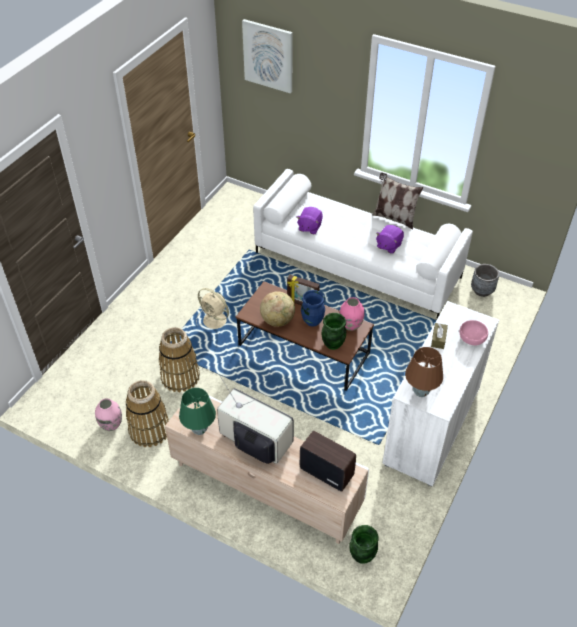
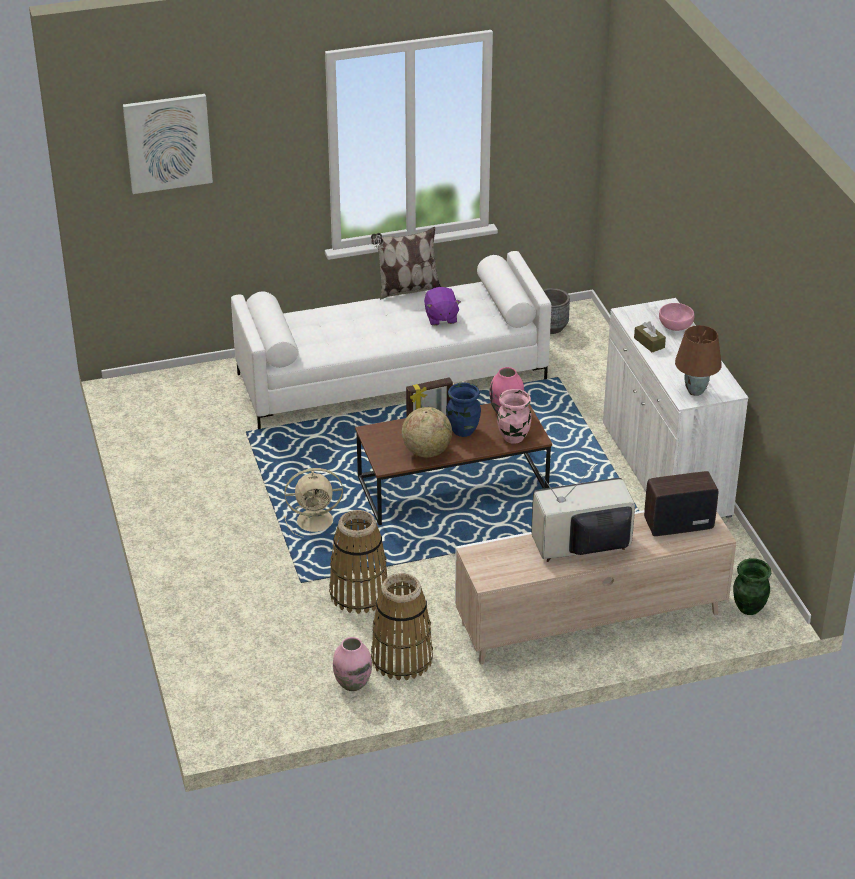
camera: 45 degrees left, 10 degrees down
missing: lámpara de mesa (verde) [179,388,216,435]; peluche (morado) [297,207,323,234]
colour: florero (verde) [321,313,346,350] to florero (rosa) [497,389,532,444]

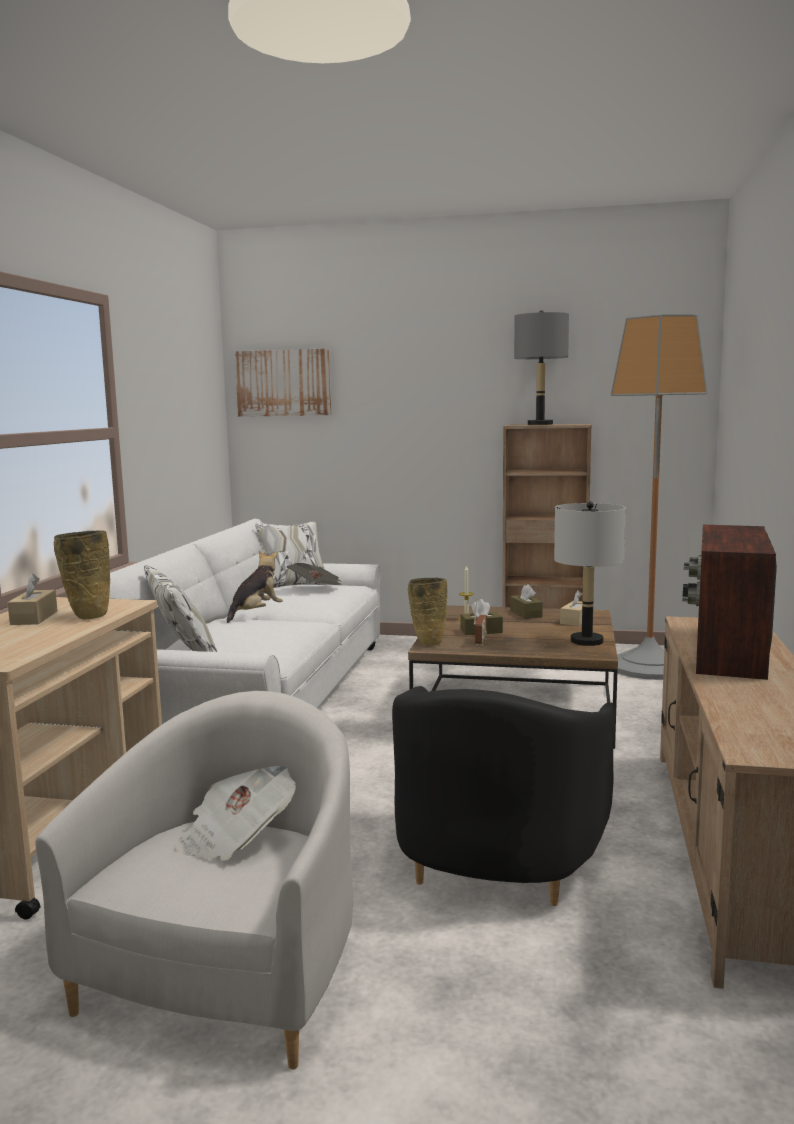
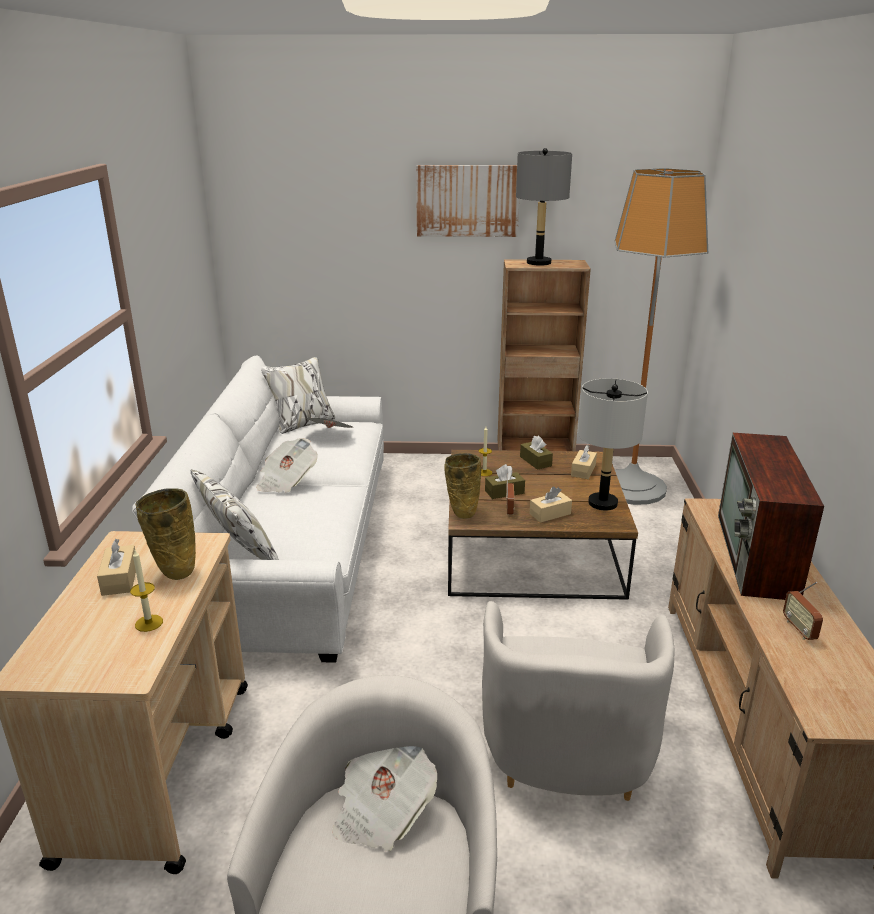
camera: 10 degrees left, 15 degrees up
appeared: vela [130,550,163,632]; caja de pañuelos (beis) [530,486,572,523]; radio [783,582,823,640]
relocated: cuadro [235,348,331,417] to [416,165,519,237]
exchanged: peluche [227,551,283,623] to periódico [256,438,318,492]
colour: sillón (negro) [392,686,616,906] to sillón (blanco) [482,601,675,801]

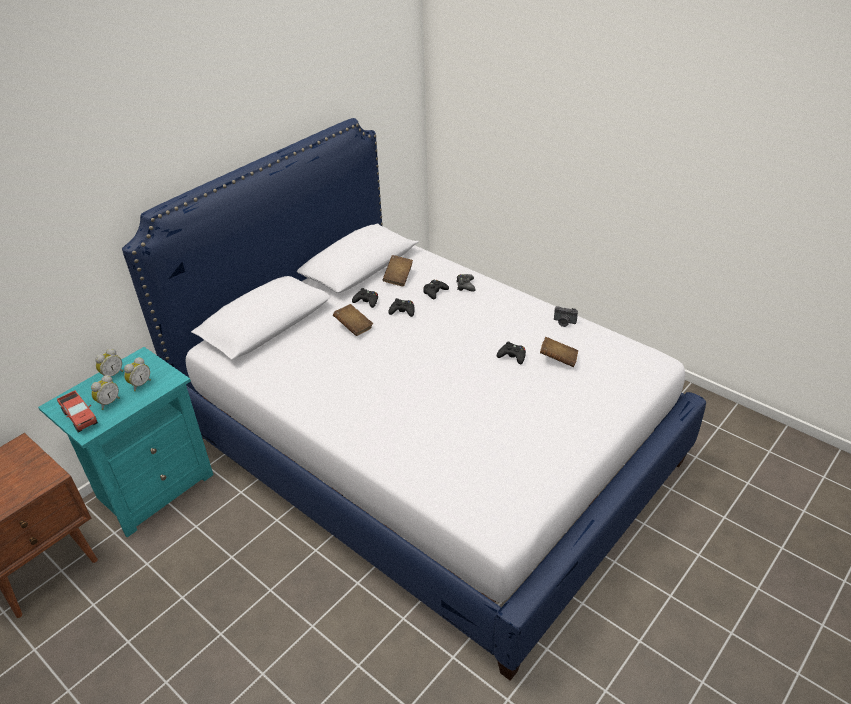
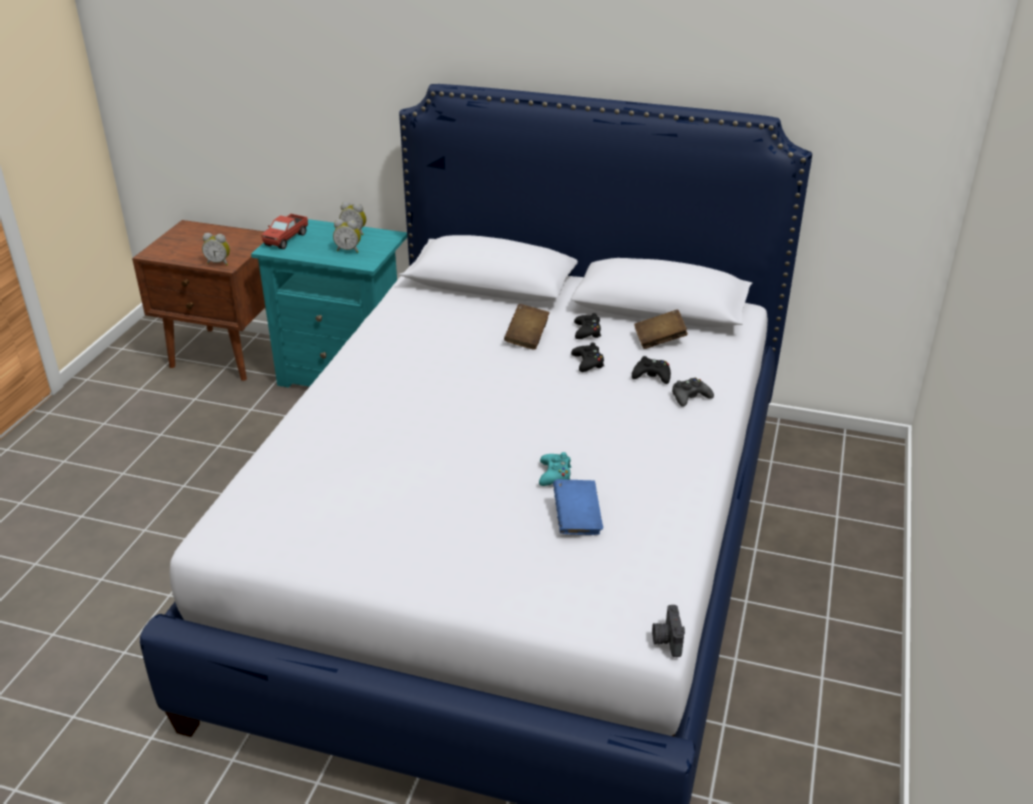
camera: 65 degrees right, 5 degrees down
relocated: despertador [91,375,120,410] to [202,233,230,265]; cámara [554,306,578,327] to [652,605,685,657]
colour: mando de consola (negro) [497,341,526,364] to mando de consola (turquesa) [539,452,571,486]; libro (marrón) [540,337,578,367] to libro (azul) [553,479,603,535]

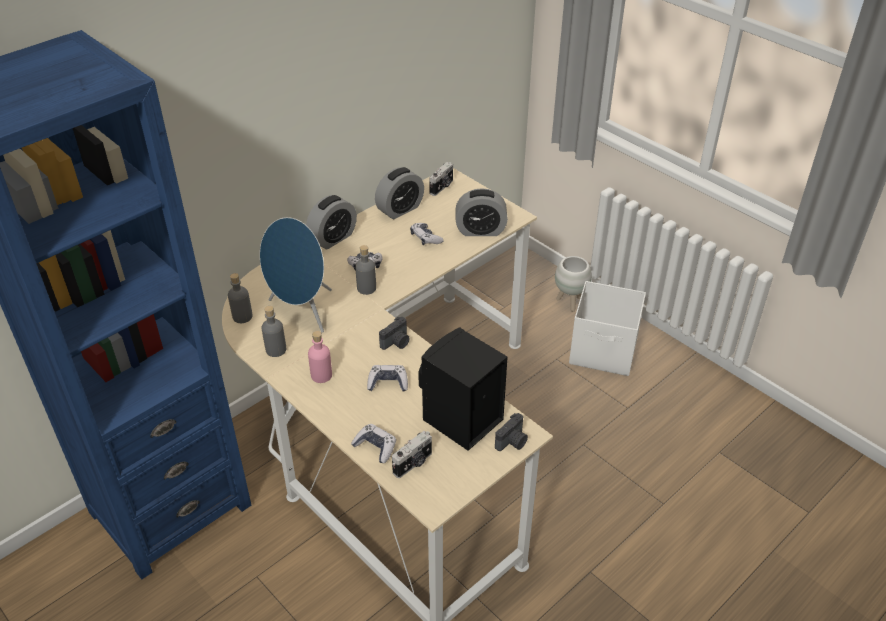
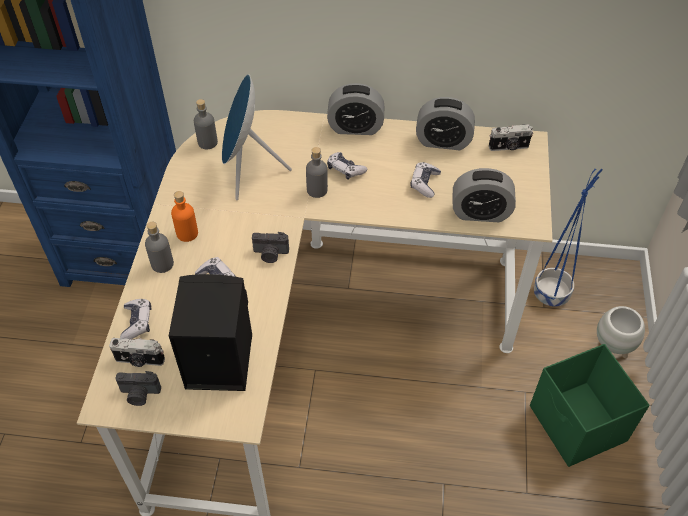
camera: 50 degrees right, 10 degrees up
appeared: maceta (azul) [534,169,603,307]
relocated: botella (gris) [261,306,286,357] to [145,222,174,273]; cámara [495,413,528,451] to [115,371,161,406]
colour: botella (rosa) [308,331,332,383] to botella (naranja) [171,191,198,242]; caja de almacenaje (blanco) [569,281,646,376] to caja de almacenaje (verde) [530,344,649,467]
spun: despertador [455,188,508,236] = [453,168,516,222] 45 degrees counterclockwise

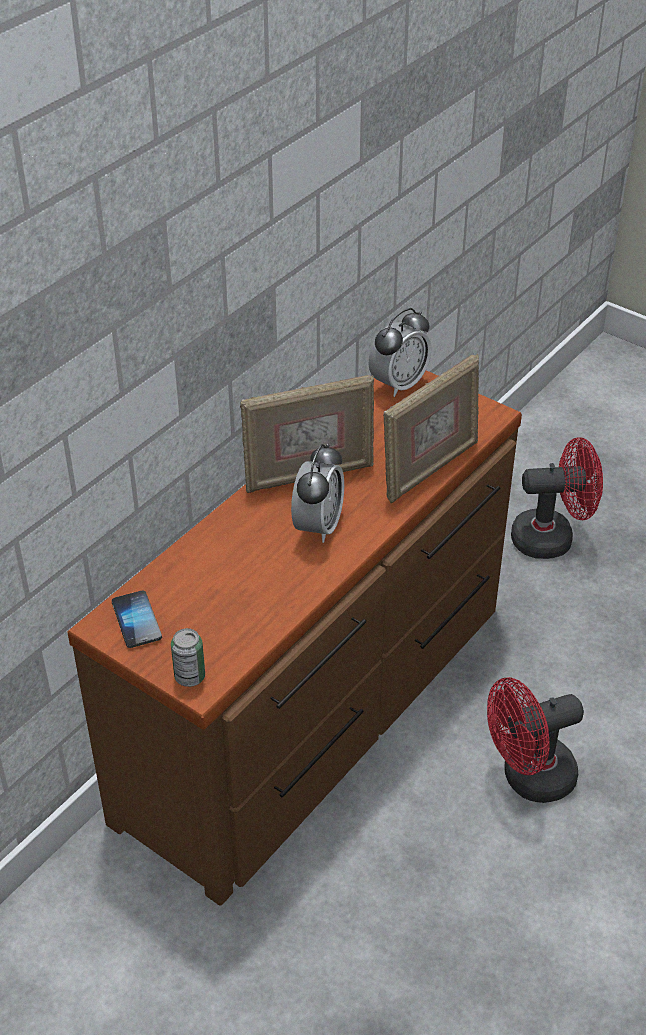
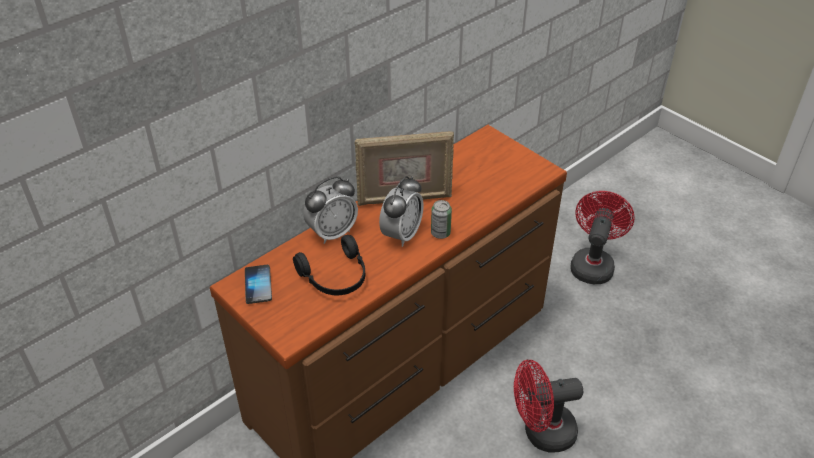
camera: 10 degrees right, 0 degrees up
missing: portarretratos [383,354,479,503]
appeared: auriculares (negro) [293,235,365,295]
relocated: lata [171,628,205,687] to [431,200,452,239]; despertador [369,308,432,397] to [303,176,358,244]
spun: ventilador (rojo) [511,437,603,559] = [570,191,635,284] 75 degrees counterclockwise

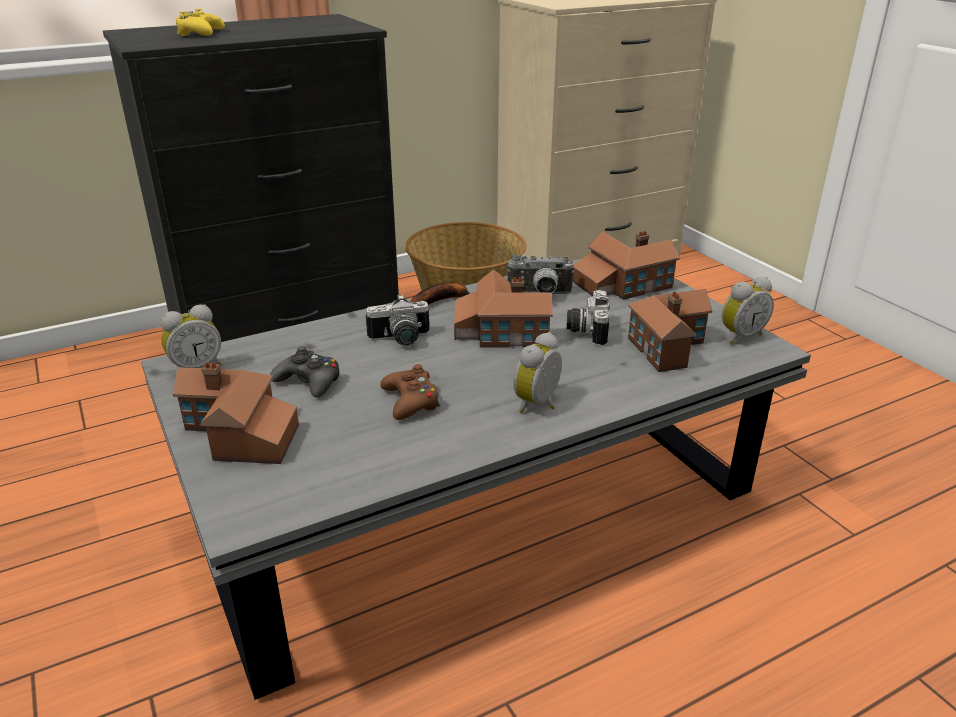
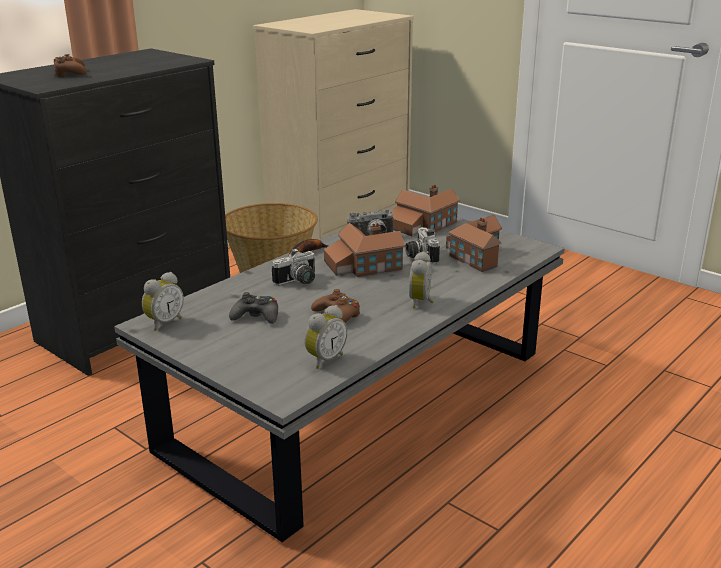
camera: 20 degrees left, 5 degrees down
missing: casita [173,362,299,464]
relocated: despertador [722,277,774,345] to [304,305,347,369]
colour: mando de consola (amarillo) [176,9,225,36] to mando de consola (marrón) [54,54,87,77]

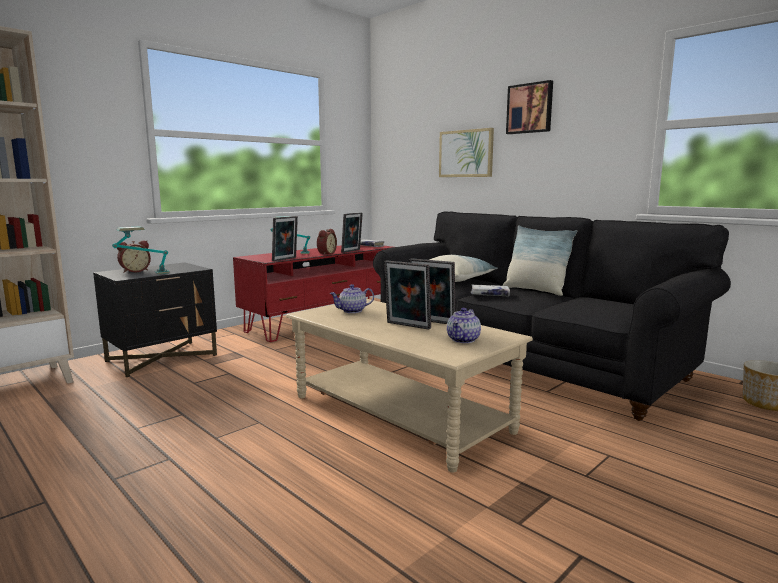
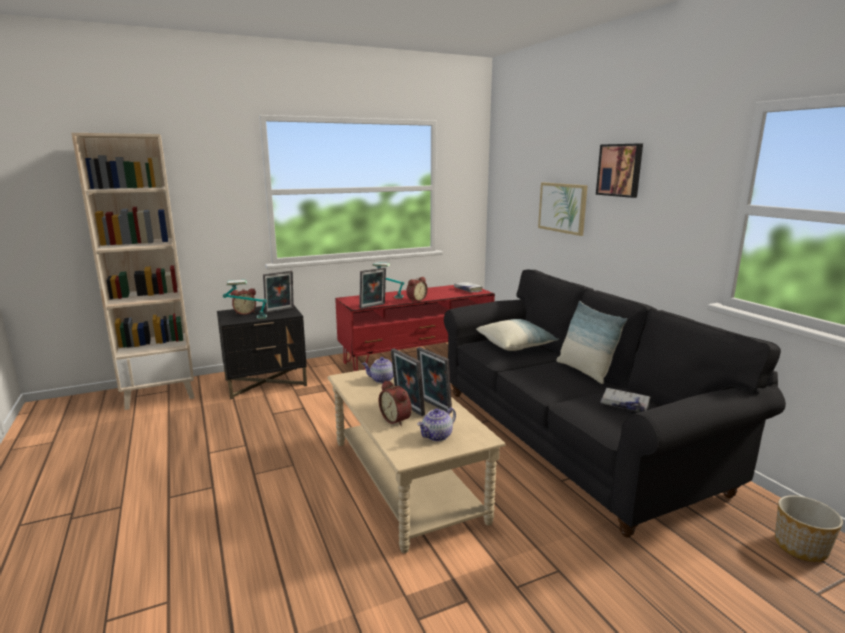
camera: 20 degrees right, 5 degrees up
appeared: despertador [379,380,412,426]
relocated: portarretratos [341,212,363,253] to [263,271,294,313]; libro (blanco) [471,284,510,296] to [600,388,651,412]

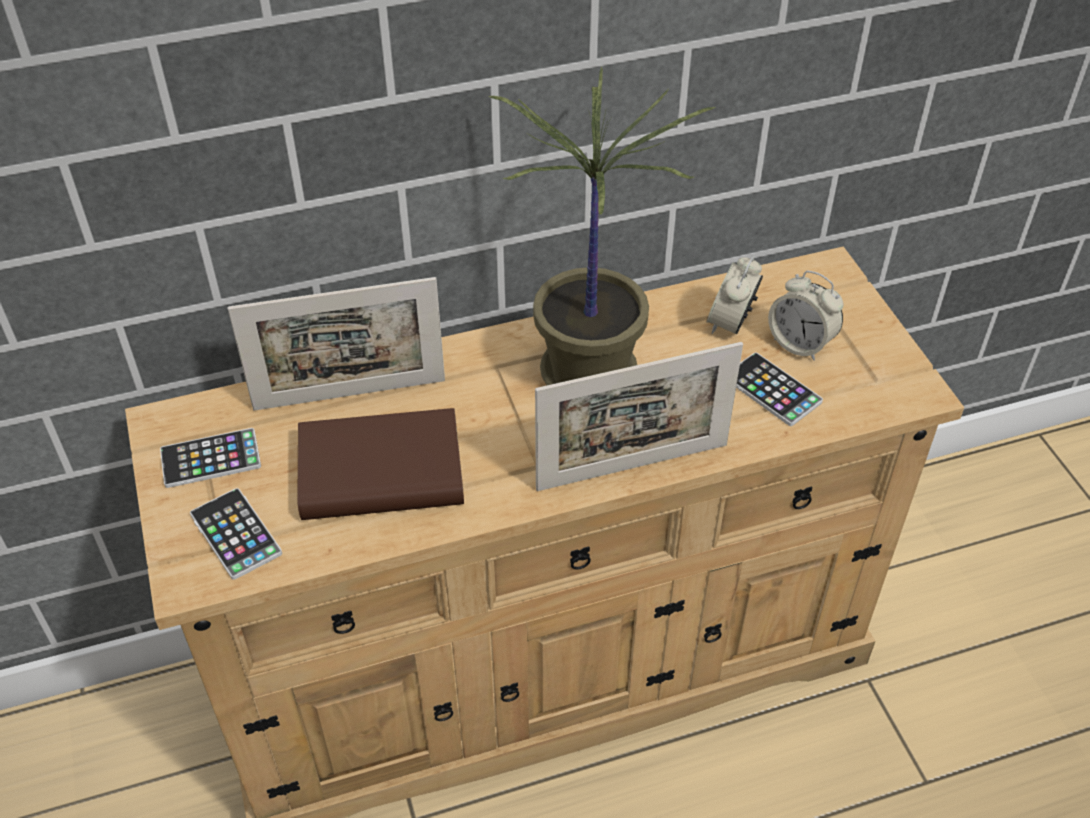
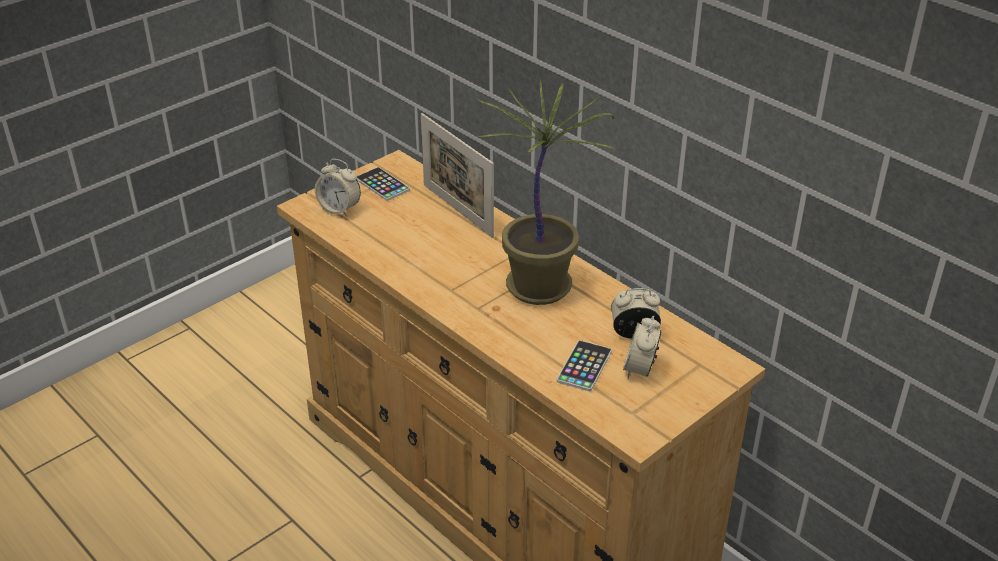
camera: 65 degrees right, 10 degrees down
missing: libro (marrón) [298,408,464,520]; portarretratos [535,342,743,491]
exchanged: móvil [190,488,282,580] to despertador [315,159,361,217]

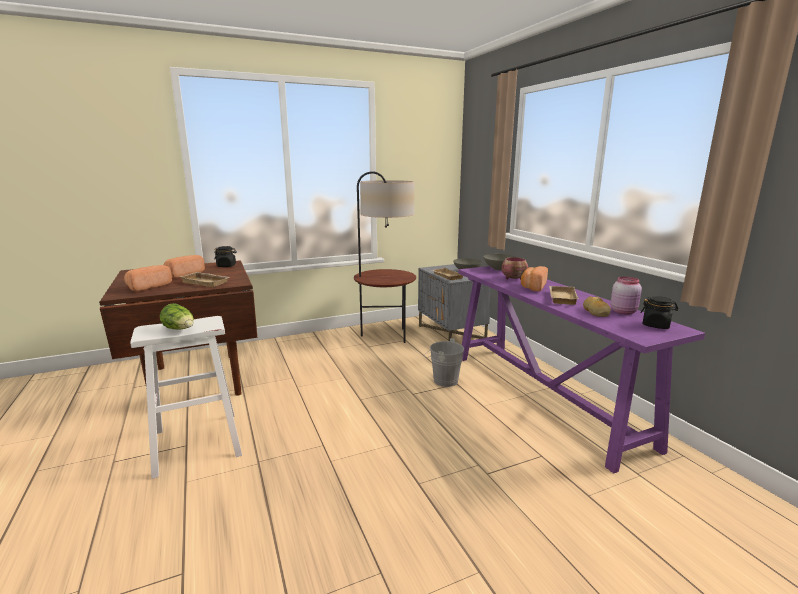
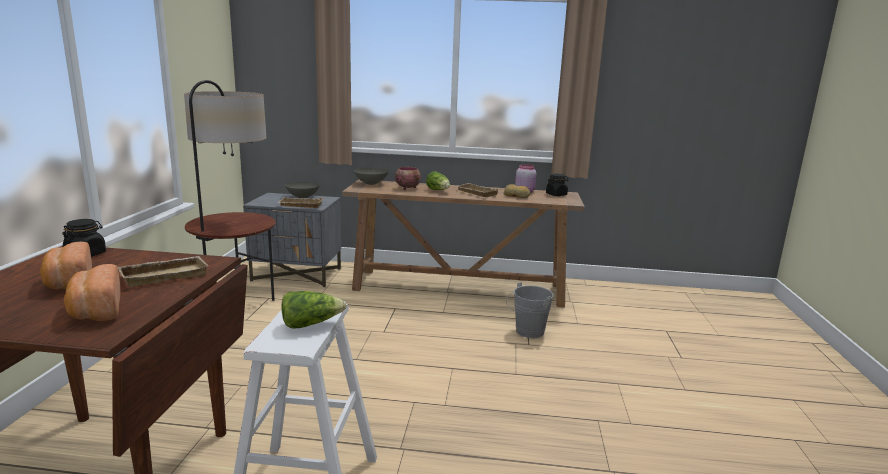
camera: 60 degrees left, 0 degrees up
relocated: cubo (gris) [424,338,464,387] to [506,282,553,338]
exchanged: pan [521,266,548,291] to lechuga [426,171,450,190]
colour: mesa consola (morado) [458,266,705,473] to mesa consola (marrón) [342,180,584,308]

